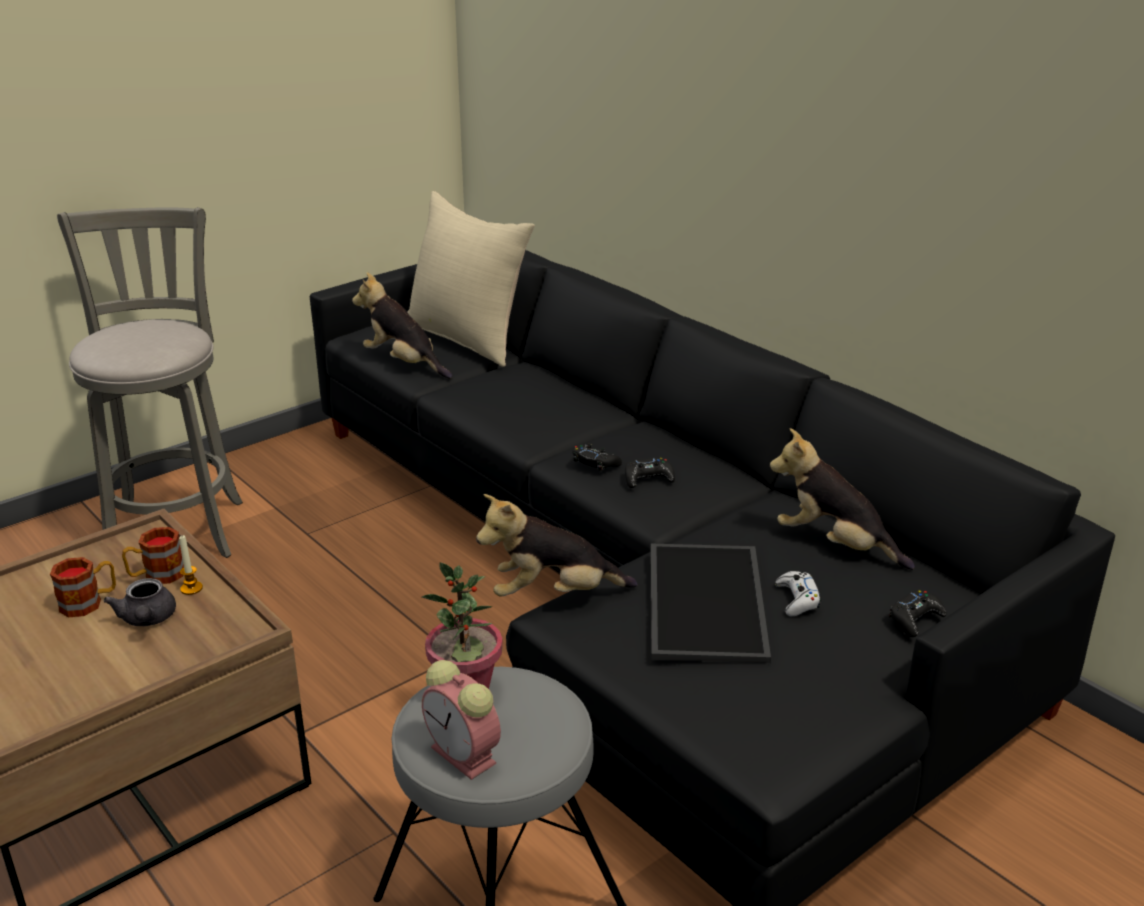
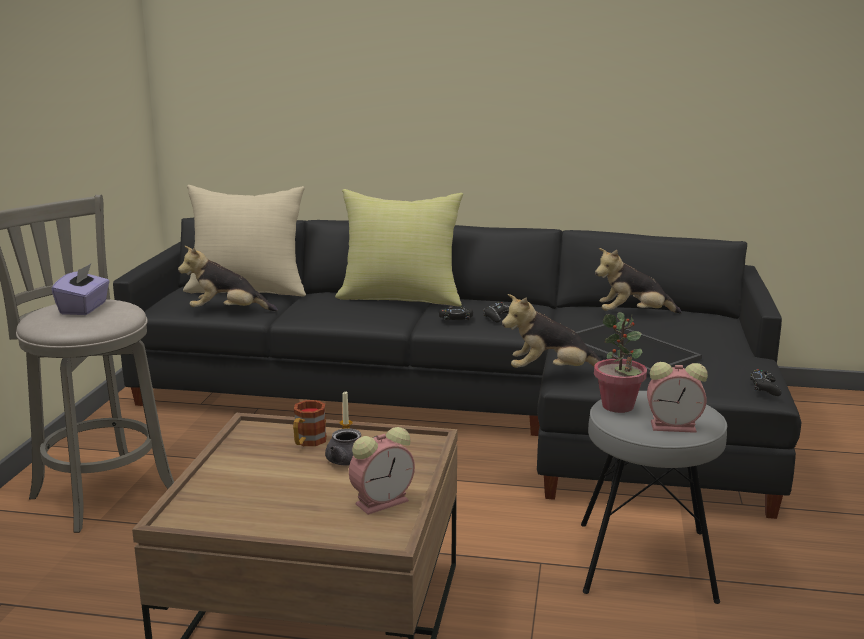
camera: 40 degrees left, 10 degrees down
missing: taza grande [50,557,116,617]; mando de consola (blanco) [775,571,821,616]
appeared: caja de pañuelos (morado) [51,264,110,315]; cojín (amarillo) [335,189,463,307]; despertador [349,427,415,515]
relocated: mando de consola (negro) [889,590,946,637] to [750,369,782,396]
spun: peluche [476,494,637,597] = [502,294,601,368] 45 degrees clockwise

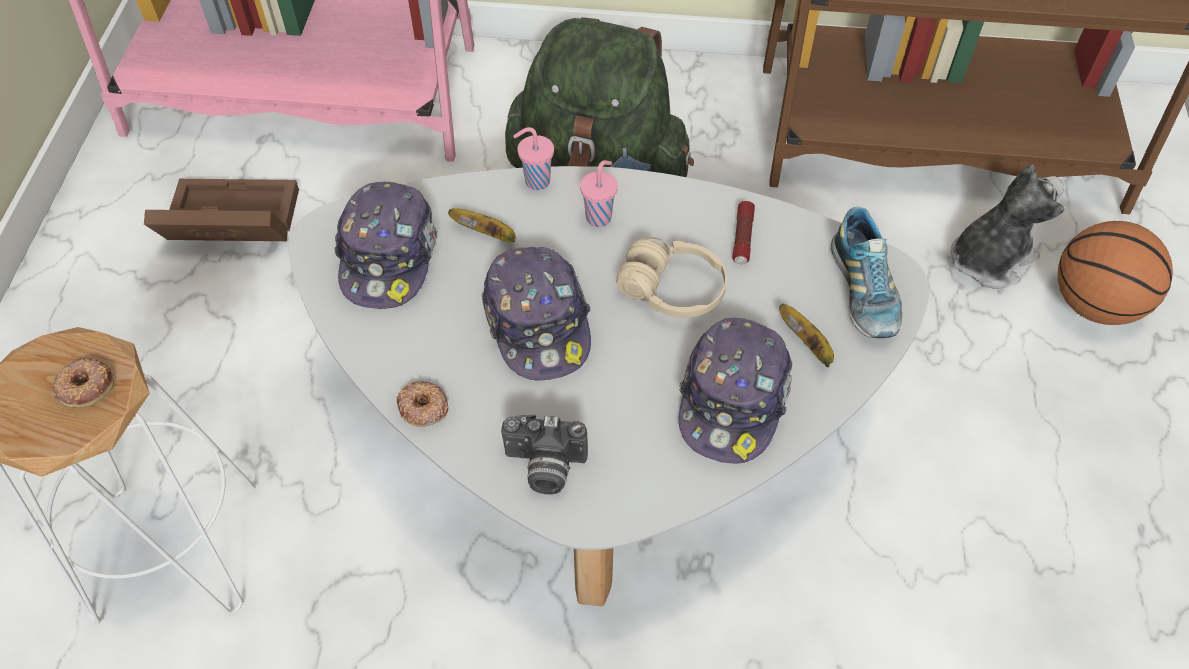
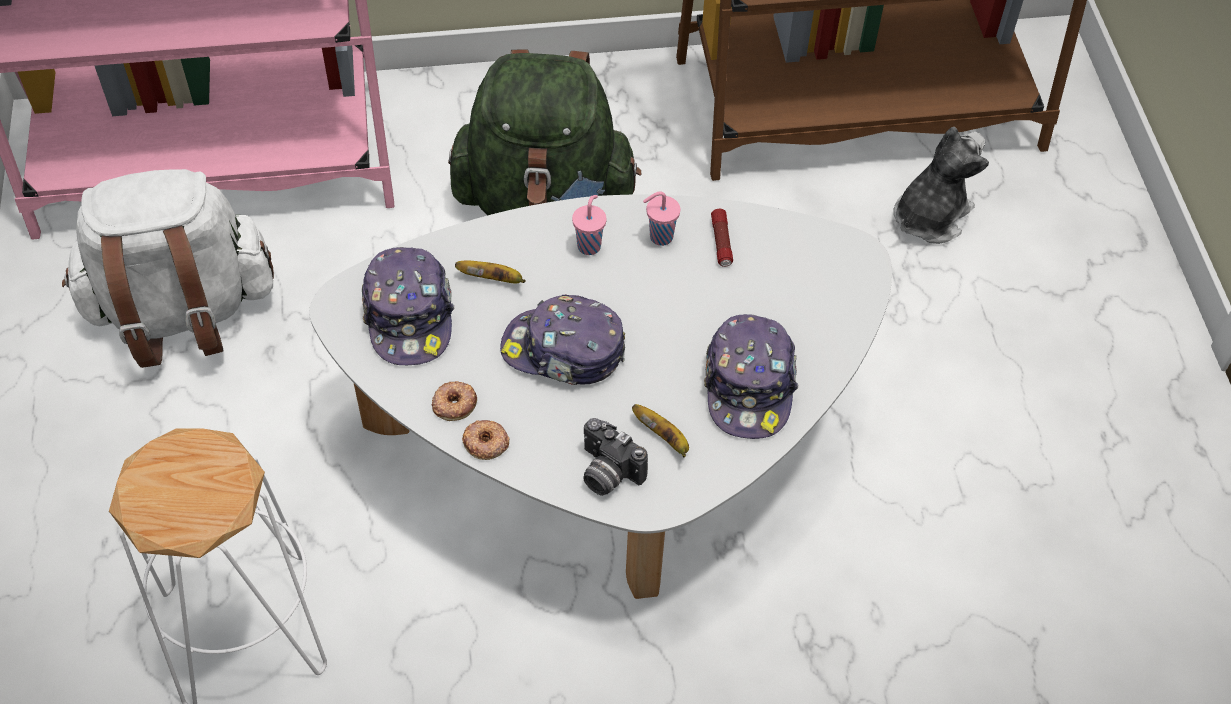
camera: 15 degrees left, 0 degrees up
missing: auriculares (beis) [616,237,727,318]; zapato [831,207,902,338]; balón de baloncesto [1058,221,1173,325]
relocated: rosquilla [52,358,114,408] to [432,381,477,421]; taza (rosa) [513,127,554,190] to [643,192,680,246]; plátano [779,304,834,367] to [632,404,689,457]
exchanged: caja de almacenaje (marrón) [144,179,299,241] to mochila (blanco) [62,169,274,368]
spun: gorra [482,247,591,380] = [500,294,625,385] 135 degrees clockwise; cámara [501,415,588,495] = [583,418,648,496] 45 degrees clockwise

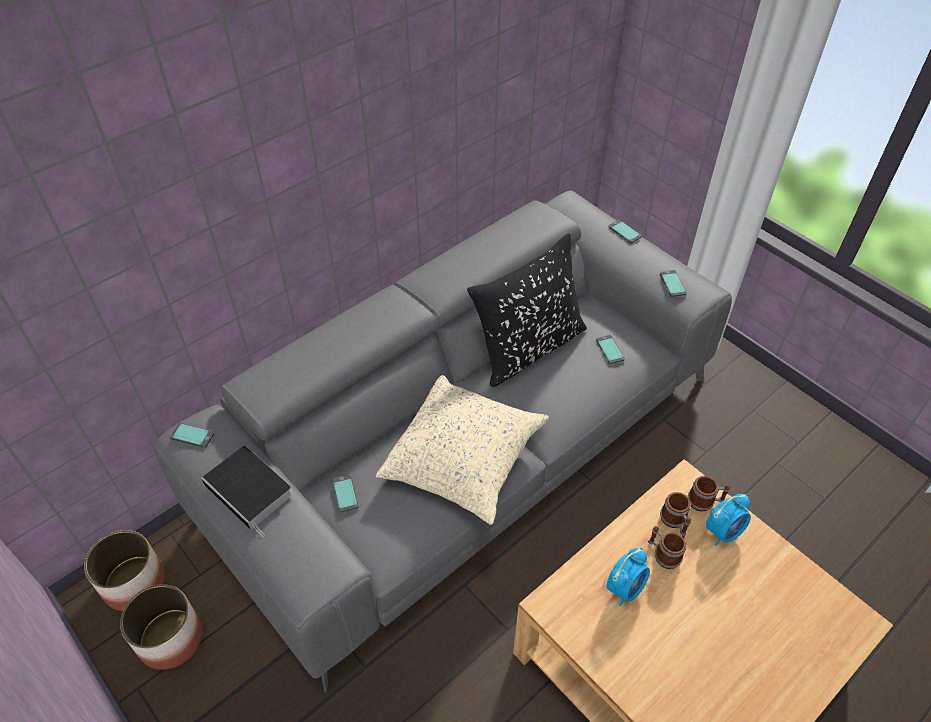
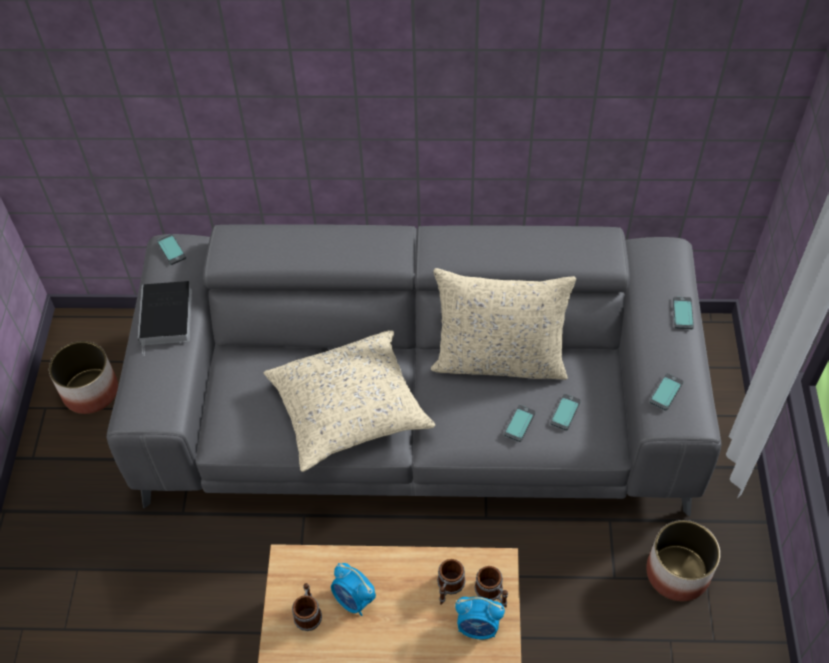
camera: 45 degrees right, 5 degrees up
relocated: maceta [84,530,165,611] to [646,520,720,601]; móvil [333,474,358,513] to [504,405,536,442]; taza grande [648,526,686,569] to [292,583,322,631]
colour: cojín (negro) [467,233,587,387] to cojín (beis) [431,268,576,380]
spun: despertador [607,547,650,606] = [331,563,376,616] 45 degrees clockwise

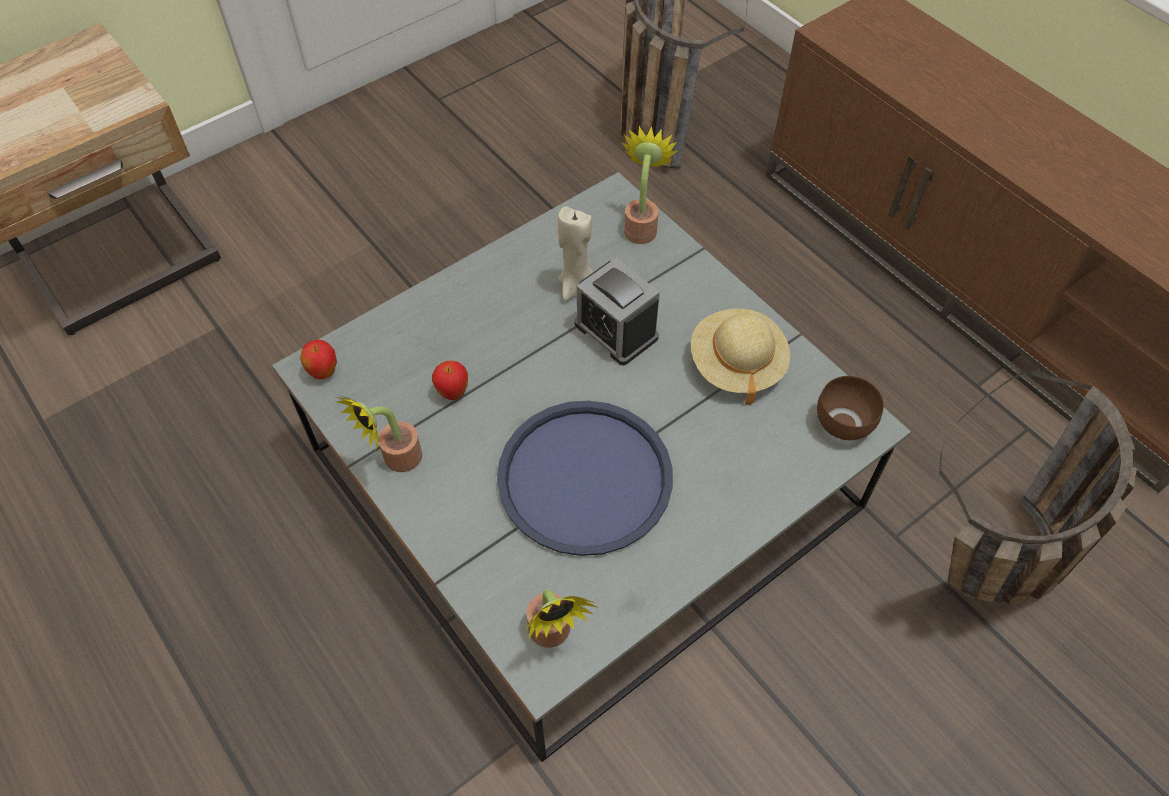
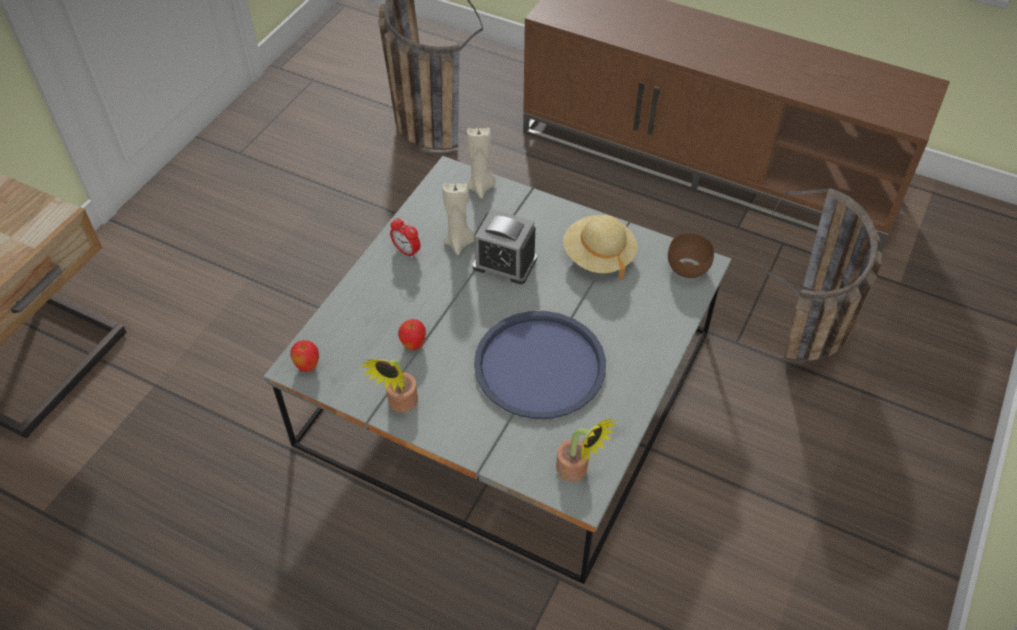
camera: 25 degrees left, 5 degrees down
appeared: despertador [390,217,420,258]
exchanged: planta en maceta [622,126,678,244] to vela (beis) [467,127,495,199]

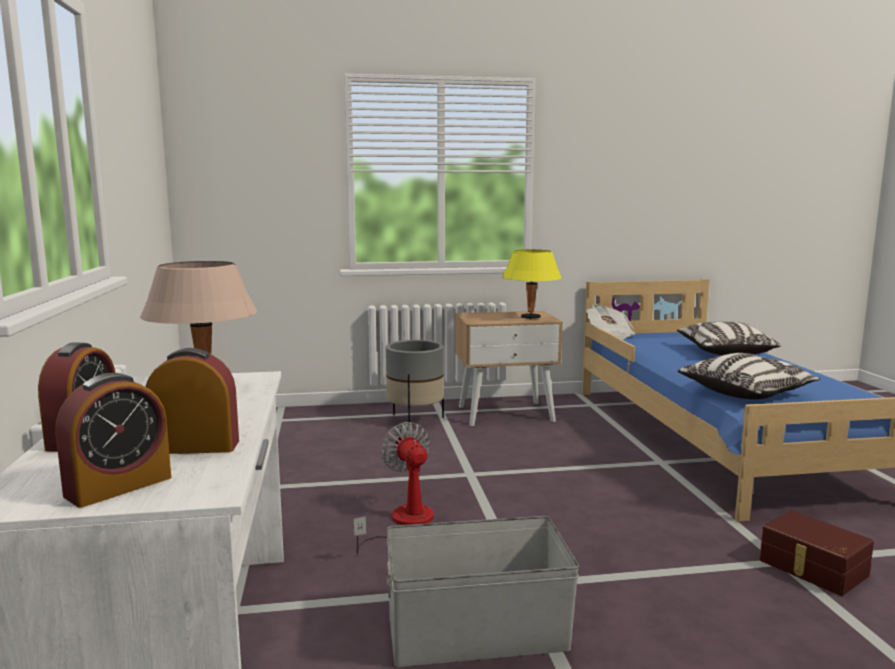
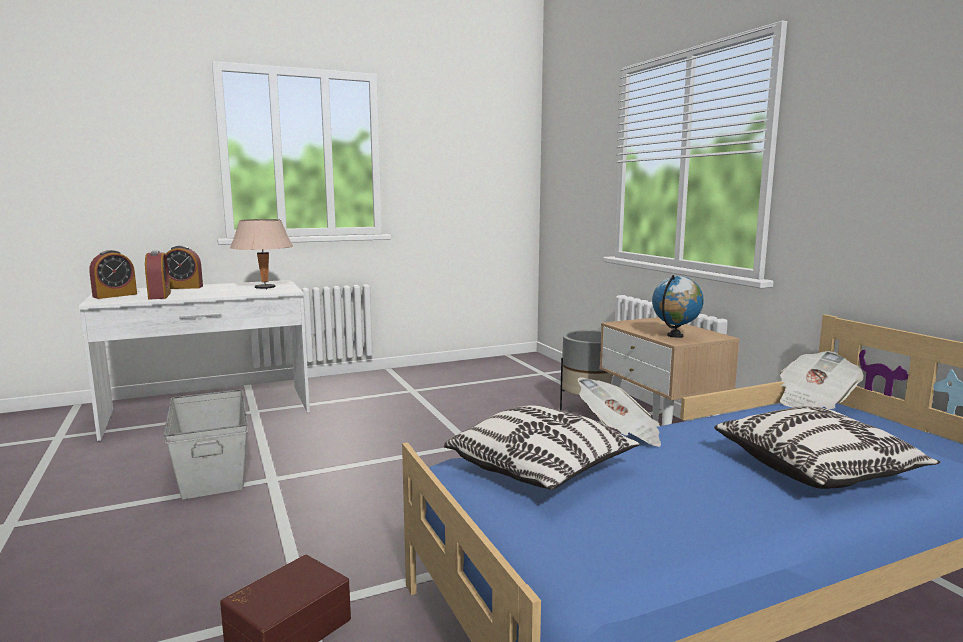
camera: 75 degrees right, 0 degrees up
missing: ventilador [354,422,434,554]
appeared: periódico [577,377,661,447]
exchanged: lámpara de mesa (amarillo) [502,250,562,319] to globo terráqueo [652,275,704,338]
spun: despertador [56,373,171,508] = [89,250,137,299] 75 degrees counterclockwise

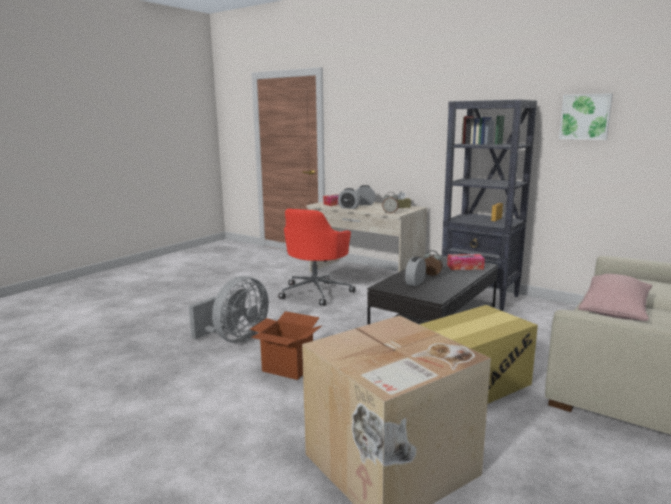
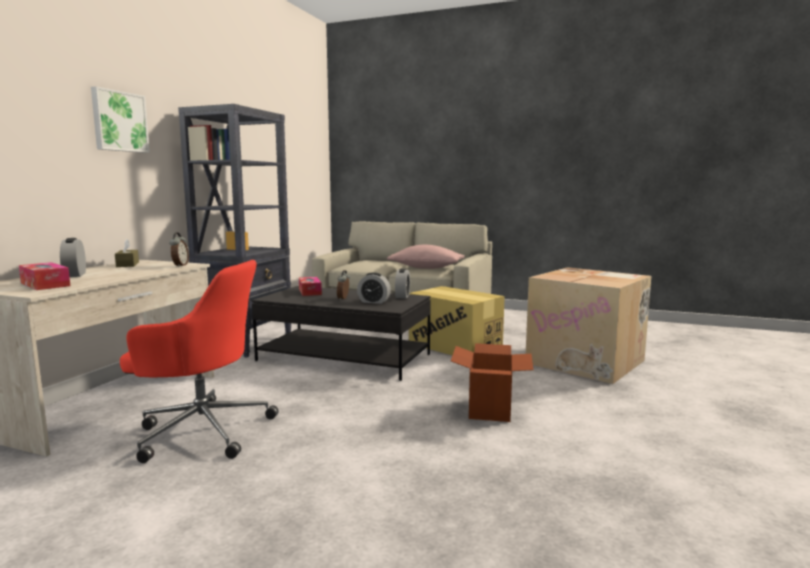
camera: 105 degrees left, 5 degrees down
missing: ventilador (gris) [189,276,269,343]
relocated: despertador [338,188,360,209] to [395,268,410,299]; cuadro [559,93,613,140] to [91,86,150,153]

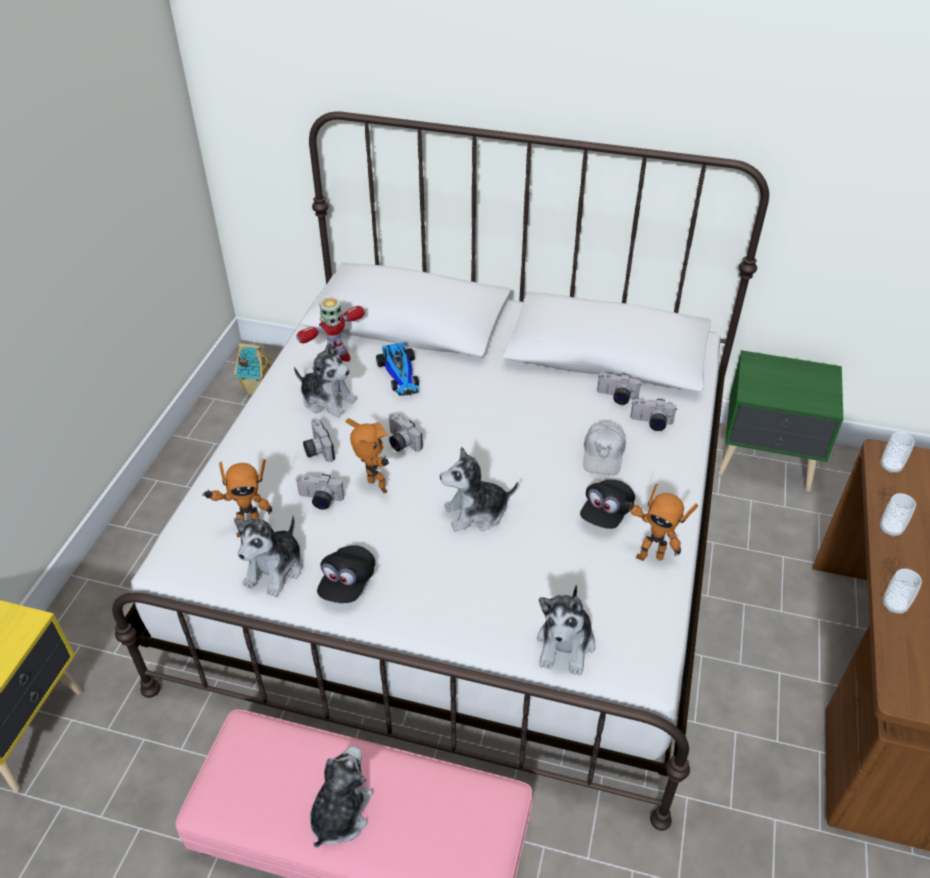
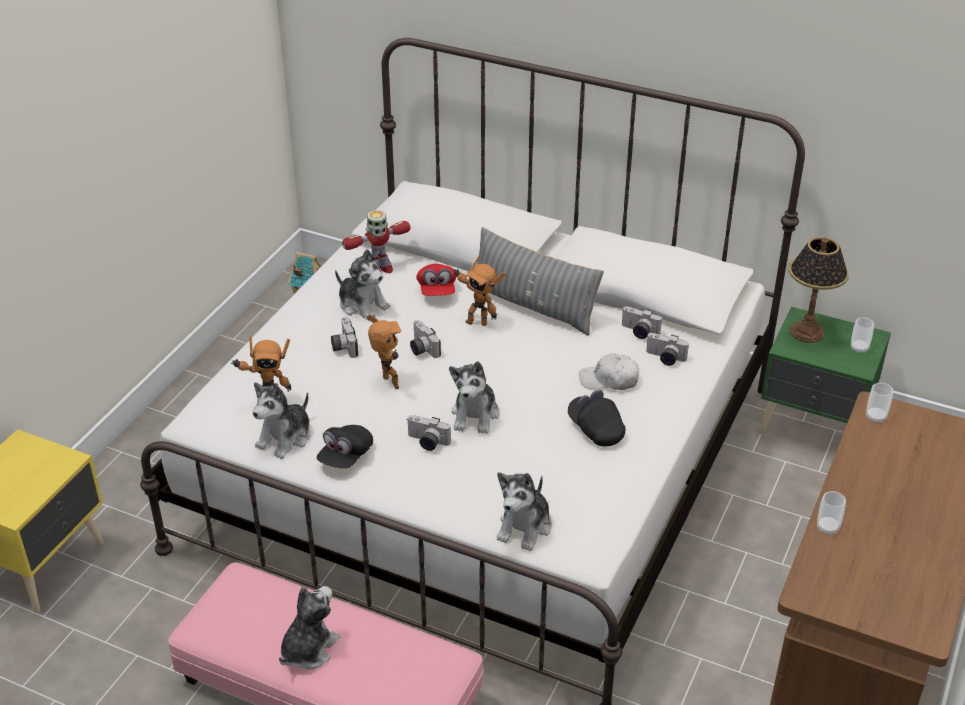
camera: 10 degrees right, 5 degrees down
appeared: cojín (gris) [470,227,604,336]; lámpara de mesa [789,237,849,343]
relocated: cámara [295,474,344,509] to [406,415,451,451]; robot de juguete [624,484,698,561] to [453,256,506,326]; taza [880,493,916,537] to [851,317,874,353]
exchanged: coche de juguete [376,342,419,396] to gorra (rojo) [416,264,456,296]
spun: peluche [440,447,518,531] = [449,361,499,434] 75 degrees counterclockwise; gorra (negro) [580,480,635,529] = [568,389,626,446] 105 degrees clockwise; gorra (blanco) [583,421,626,475] = [579,353,639,390] 75 degrees clockwise

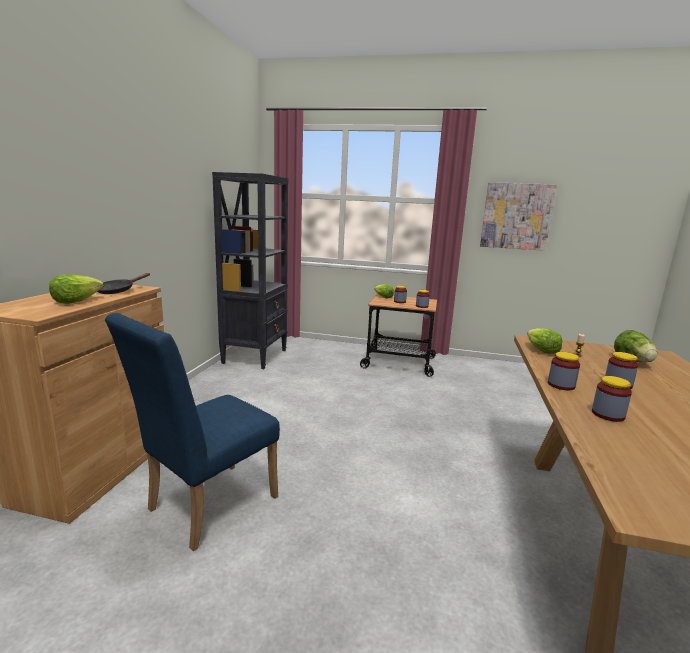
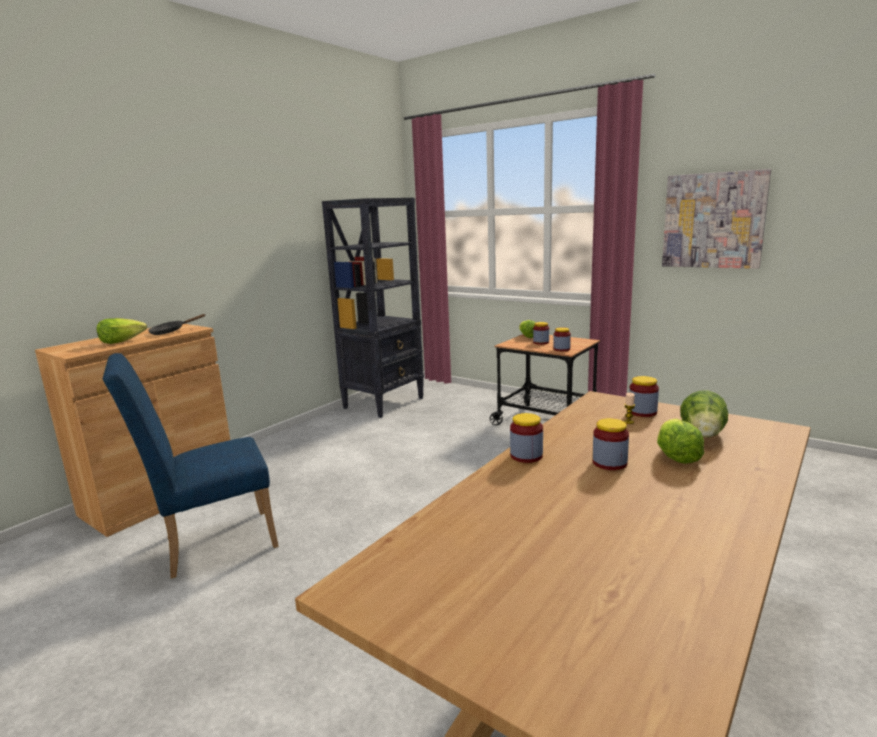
camera: 25 degrees right, 0 degrees up
relocated: lechuga [527,328,562,354] to [657,418,704,464]; tarro [592,376,632,422] to [629,376,659,417]

